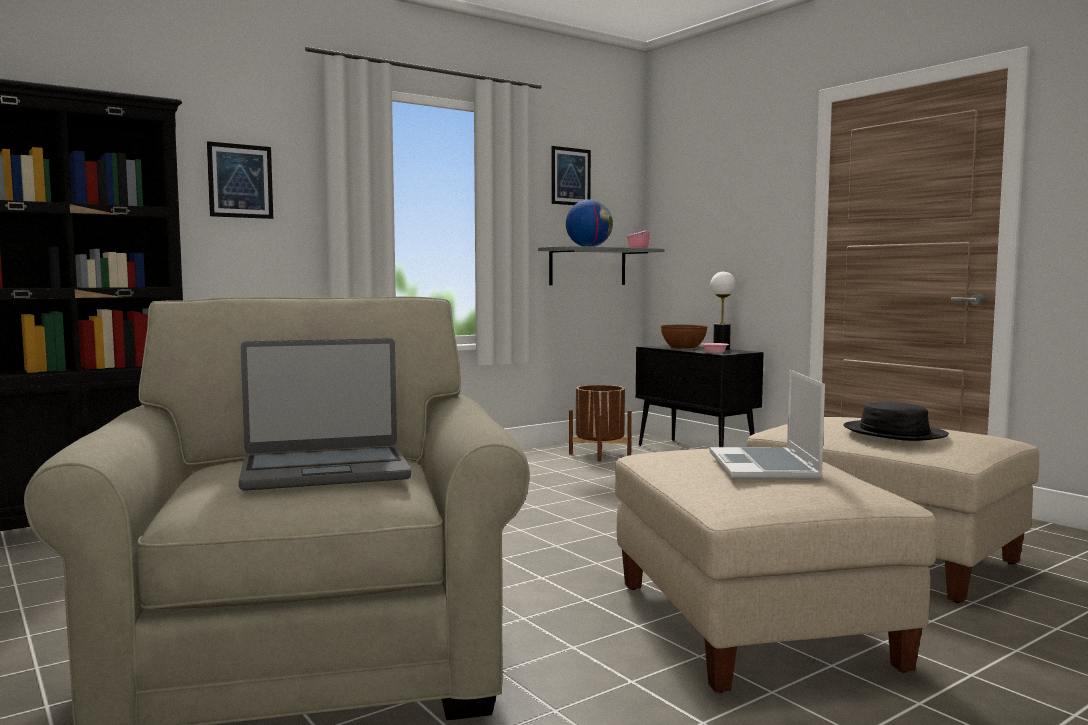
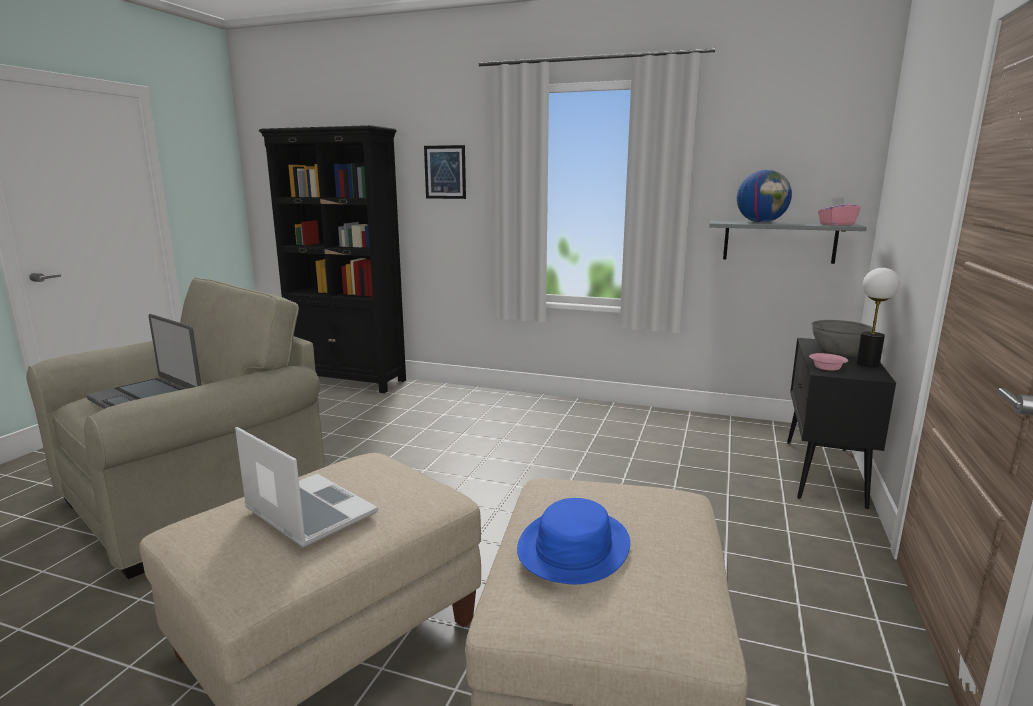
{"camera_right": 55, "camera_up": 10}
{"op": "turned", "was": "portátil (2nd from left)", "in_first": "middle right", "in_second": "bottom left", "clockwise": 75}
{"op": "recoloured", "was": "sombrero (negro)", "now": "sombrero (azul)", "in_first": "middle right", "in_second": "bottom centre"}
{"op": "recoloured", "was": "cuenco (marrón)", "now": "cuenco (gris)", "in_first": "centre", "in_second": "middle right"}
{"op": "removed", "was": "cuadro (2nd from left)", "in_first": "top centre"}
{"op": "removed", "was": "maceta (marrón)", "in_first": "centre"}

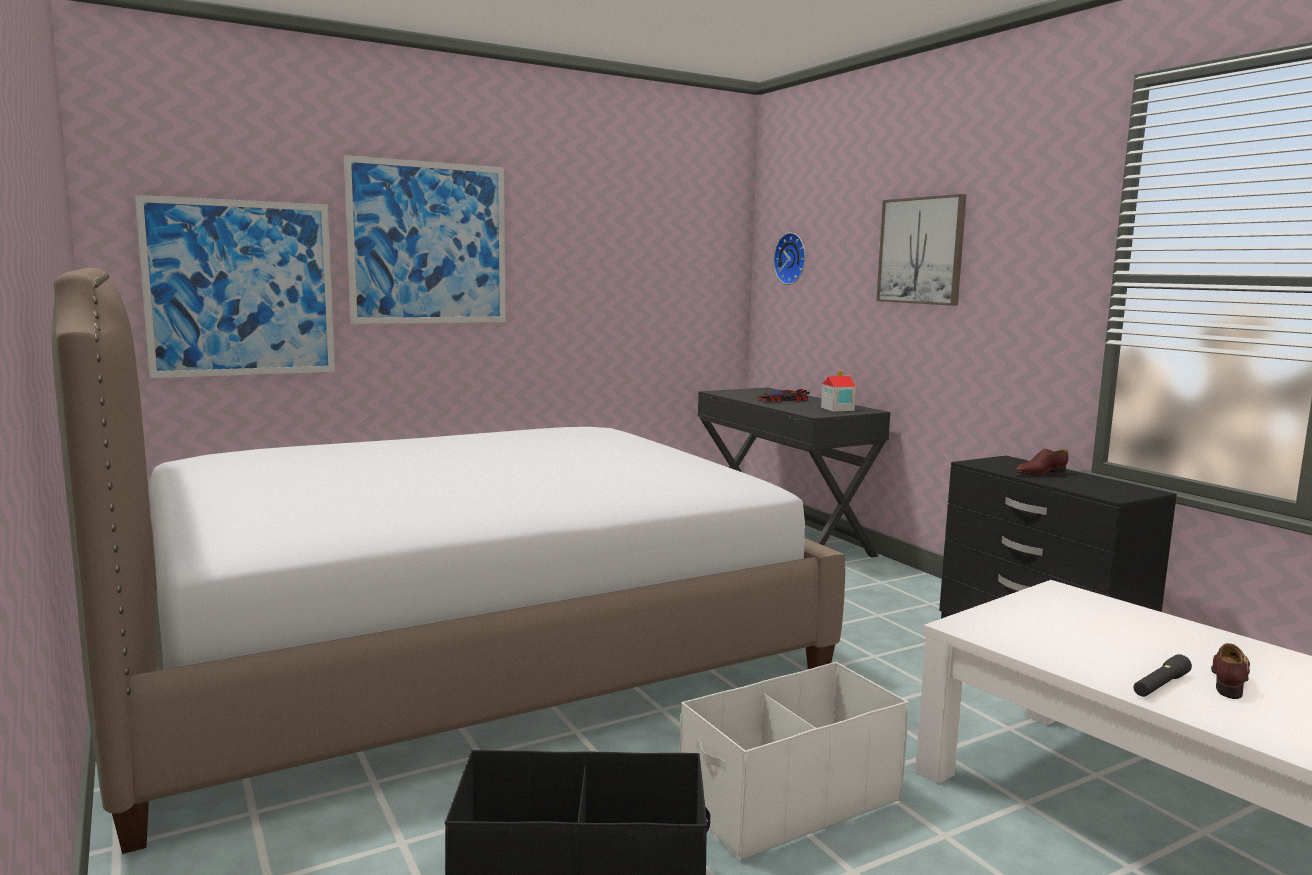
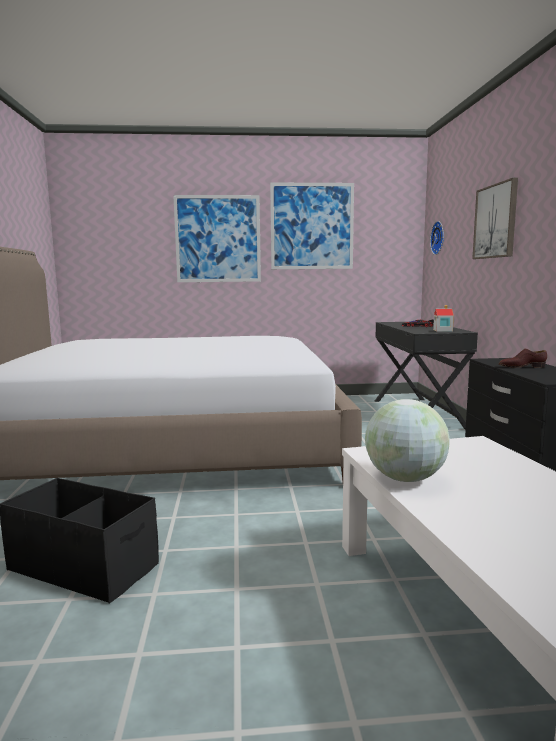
{"camera_right": 25, "camera_up": 0}
{"op": "moved", "was": "cuadro (1st from left in the first image)", "now": "cuadro (2nd from left)", "in_first": "top left", "in_second": "top centre"}
{"op": "added", "now": "globo terráqueo", "in_second": "middle right"}
{"op": "removed", "was": "caja de almacenaje (blanco)", "in_first": "bottom centre"}
{"op": "removed", "was": "linterna (negro)", "in_first": "bottom right"}
{"op": "removed", "was": "zapato (marrón) (2nd from left)", "in_first": "bottom right"}

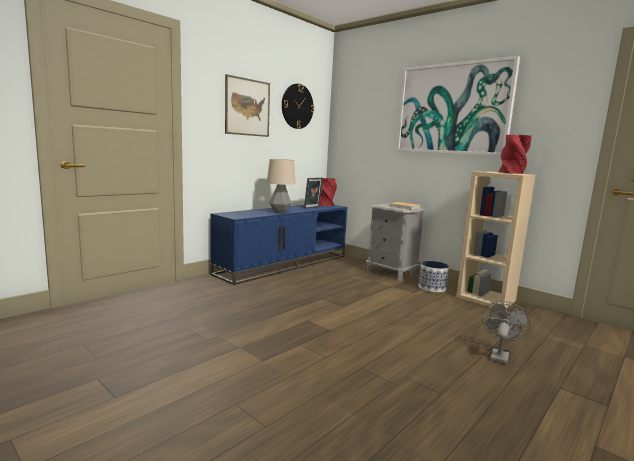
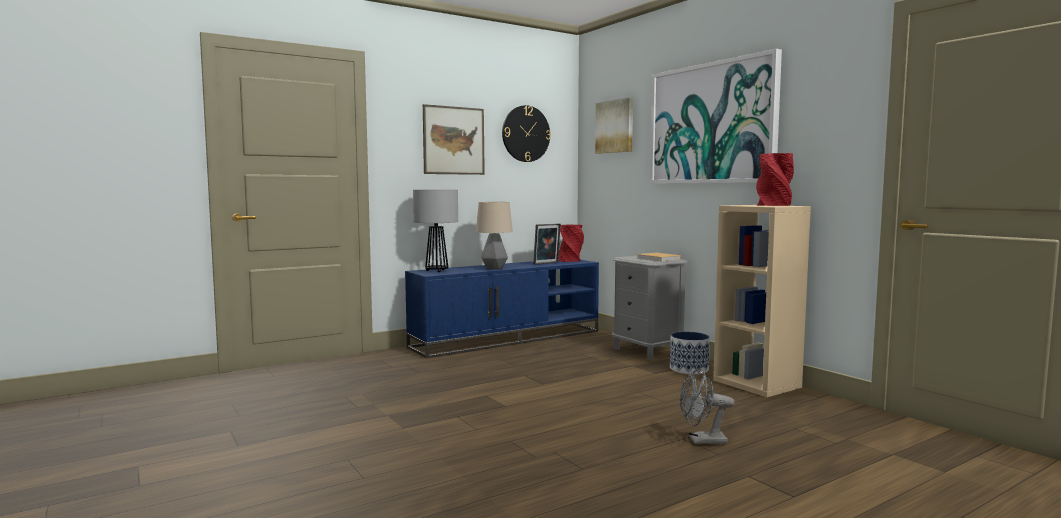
{"camera_right": 15, "camera_up": -5}
{"op": "added", "now": "lámpara de mesa (1st from left)", "in_second": "centre"}
{"op": "added", "now": "cuadro (2nd from left)", "in_second": "top centre"}
{"op": "turned", "was": "ventilador (gris)", "in_first": "bottom right", "in_second": "bottom centre", "clockwise": -135}

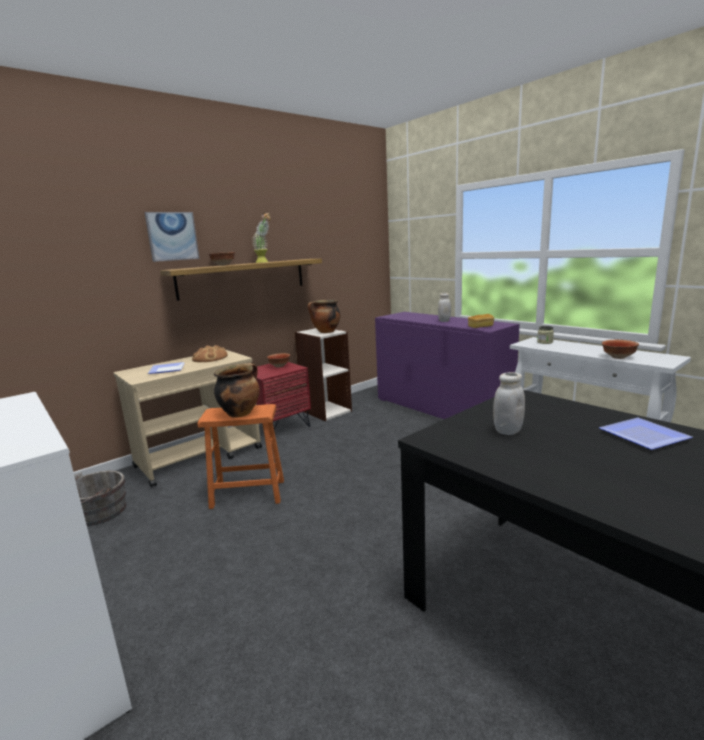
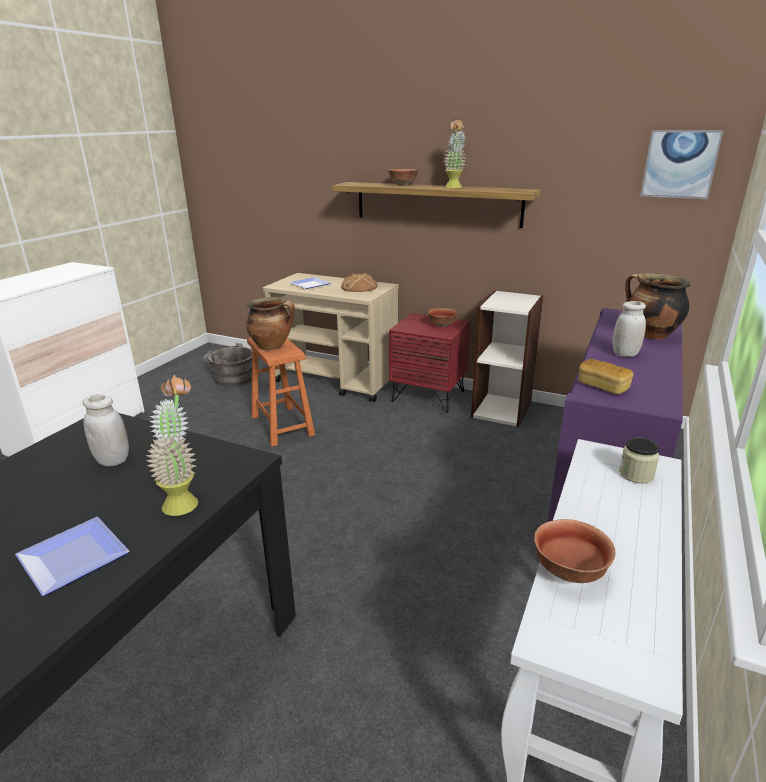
{"camera_right": 65, "camera_up": 10}
{"op": "added", "now": "planta en maceta (1st from left)", "in_second": "middle left"}
{"op": "moved", "was": "olla (2nd from left)", "in_first": "centre", "in_second": "middle right"}
{"op": "moved", "was": "cuadro", "in_first": "top left", "in_second": "top right"}

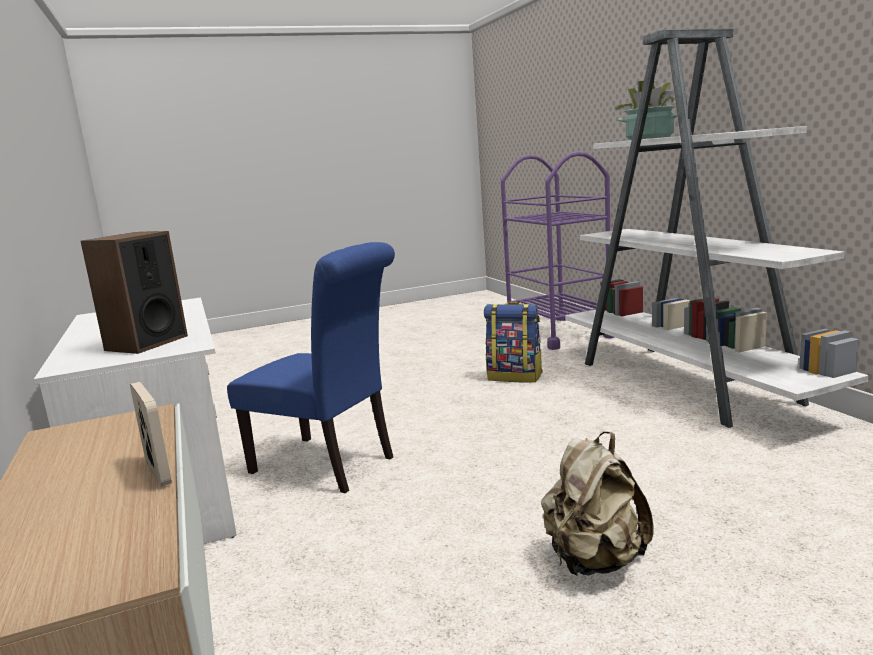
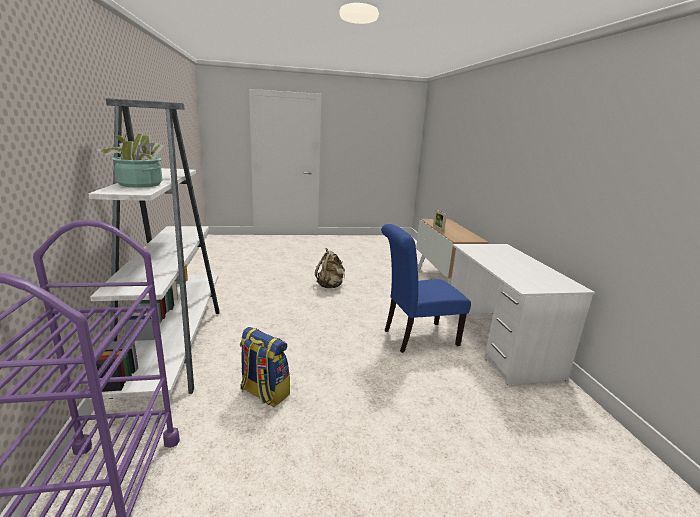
{"camera_right": -170, "camera_up": 5}
{"op": "turned", "was": "silla (azul)", "in_first": "centre", "in_second": "centre", "clockwise": -60}
{"op": "removed", "was": "altavoz", "in_first": "middle left"}

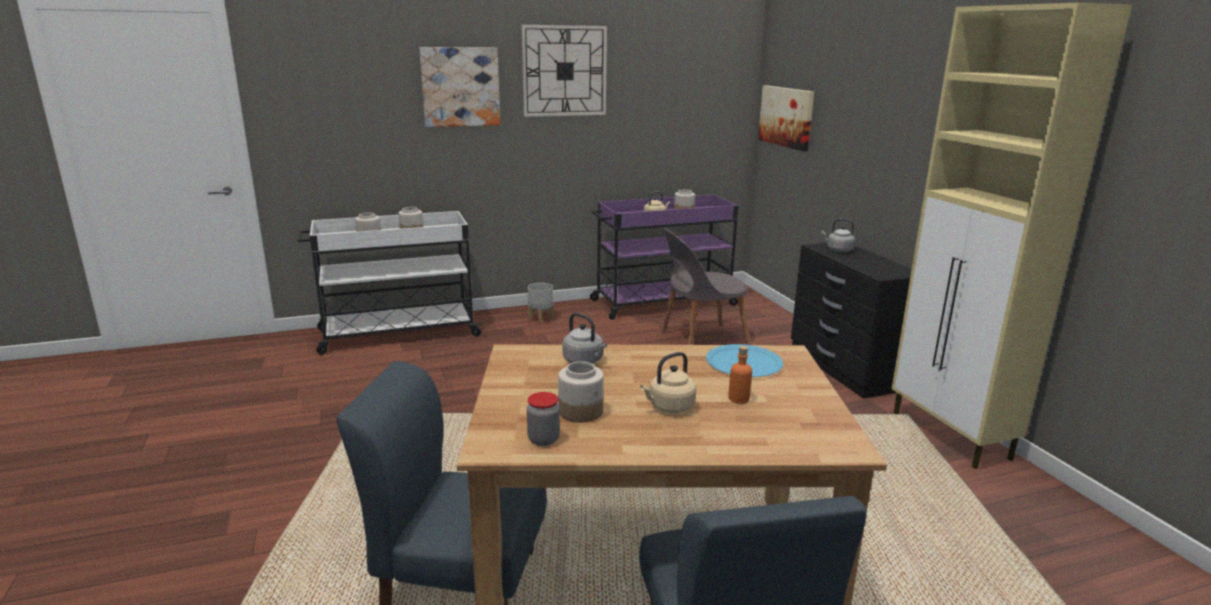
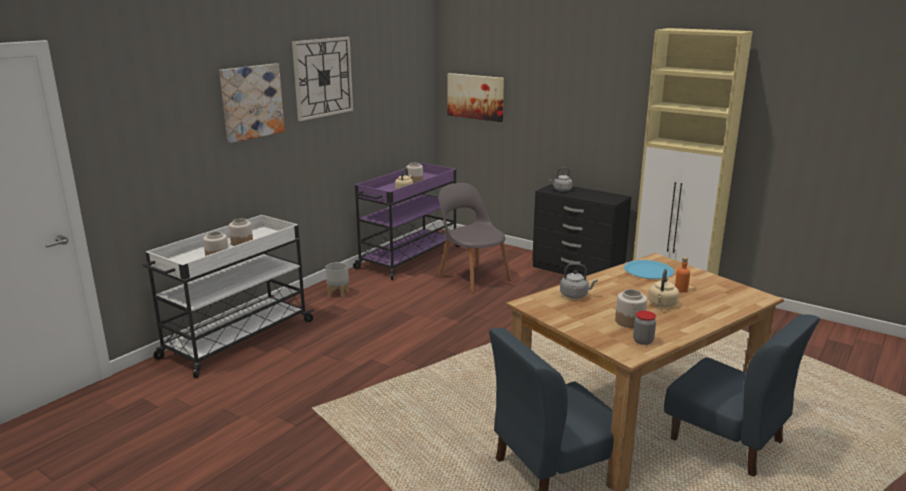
{"camera_right": -35, "camera_up": 0}
{"op": "turned", "was": "silla (gris)", "in_first": "centre", "in_second": "centre", "clockwise": 105}

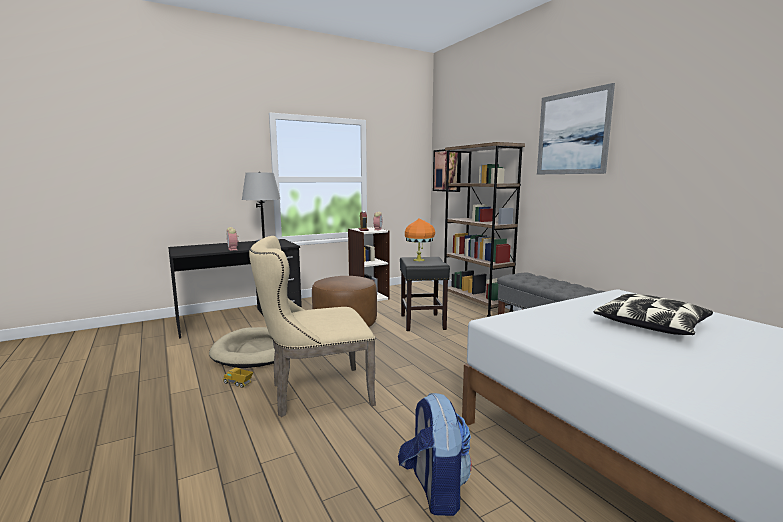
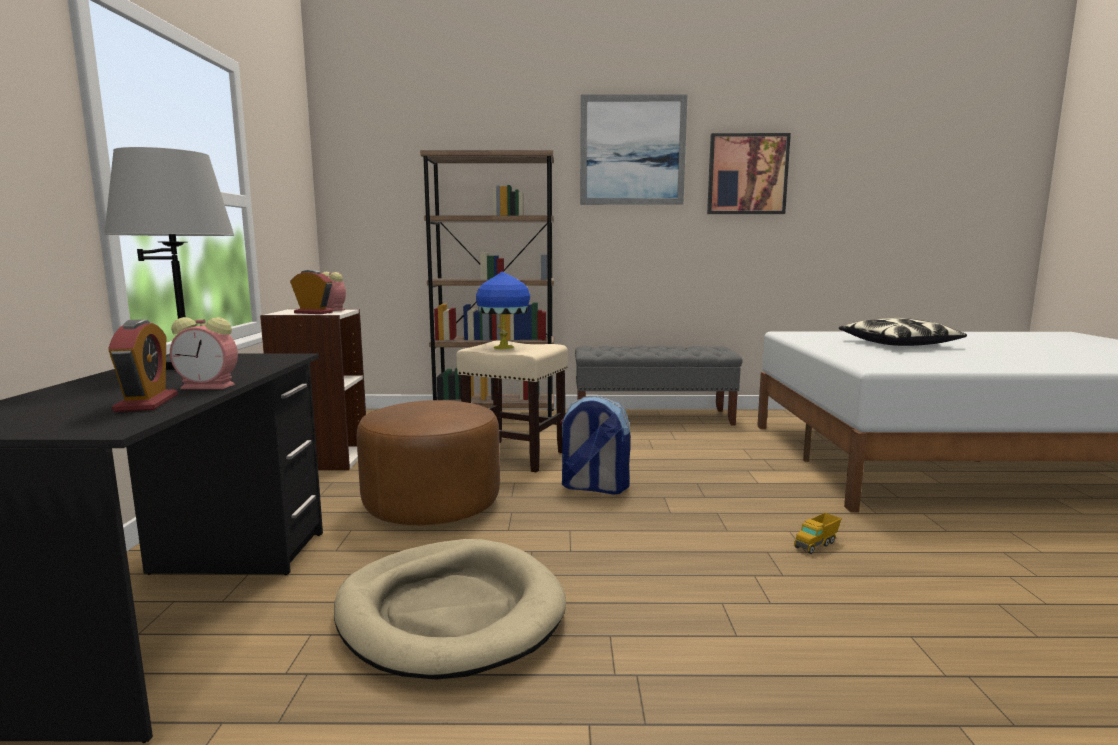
{"camera_right": -60, "camera_up": 0}
{"op": "added", "now": "despertador (1st from left)", "in_second": "middle left"}
{"op": "recoloured", "was": "taburete (negro)", "now": "taburete (beis)", "in_first": "centre", "in_second": "centre"}
{"op": "recoloured", "was": "lámpara de mesa (naranja)", "now": "lámpara de mesa (azul)", "in_first": "centre", "in_second": "centre"}
{"op": "moved", "was": "mochila", "in_first": "bottom centre", "in_second": "centre"}
{"op": "moved", "was": "cuadro (1st from left in the first image)", "now": "cuadro (2nd from left)", "in_first": "top centre", "in_second": "top right"}
{"op": "moved", "was": "camión de juguete", "in_first": "bottom left", "in_second": "bottom right"}
{"op": "removed", "was": "silla (beis)", "in_first": "centre"}

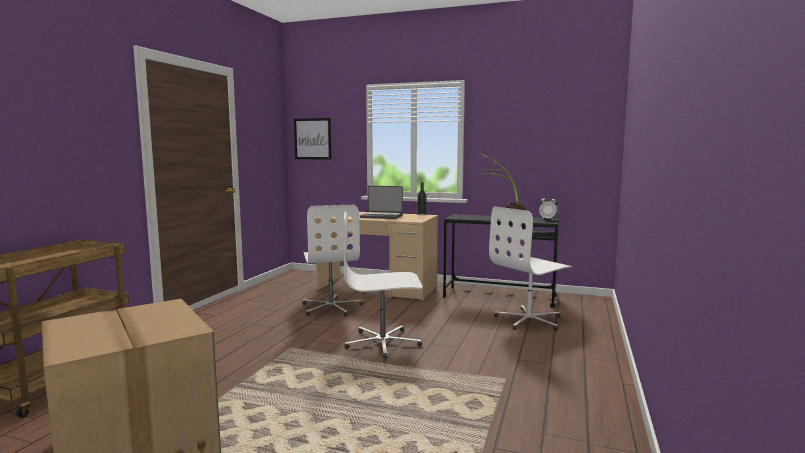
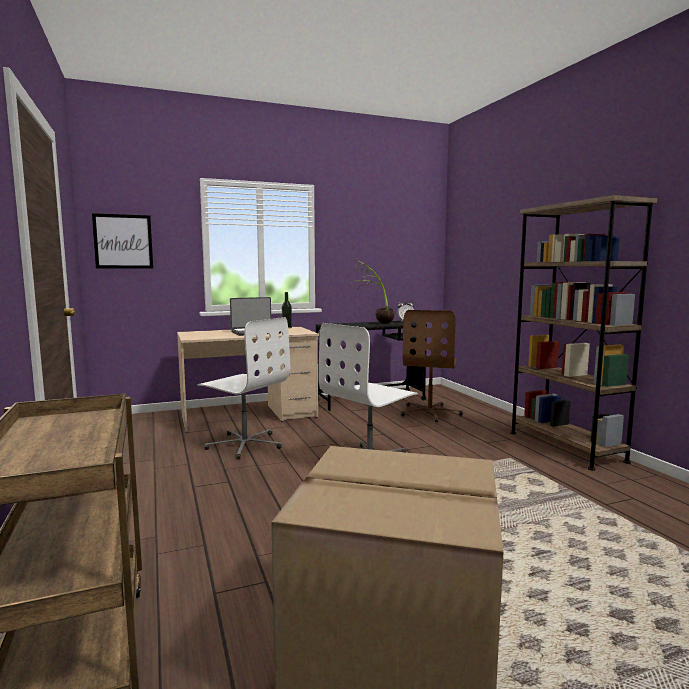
{"camera_right": -40, "camera_up": 0}
{"op": "recoloured", "was": "silla de oficina (blanco) (3rd from left)", "now": "silla de oficina (marrón)", "in_first": "centre", "in_second": "centre"}
{"op": "added", "now": "estantería (marrón)", "in_second": "middle right"}

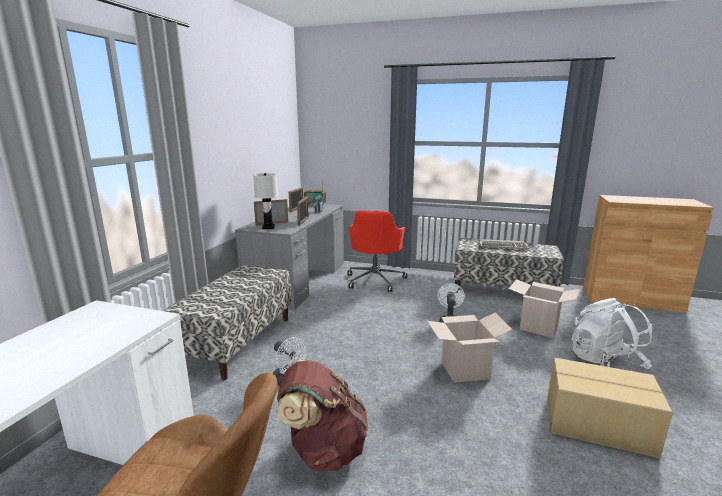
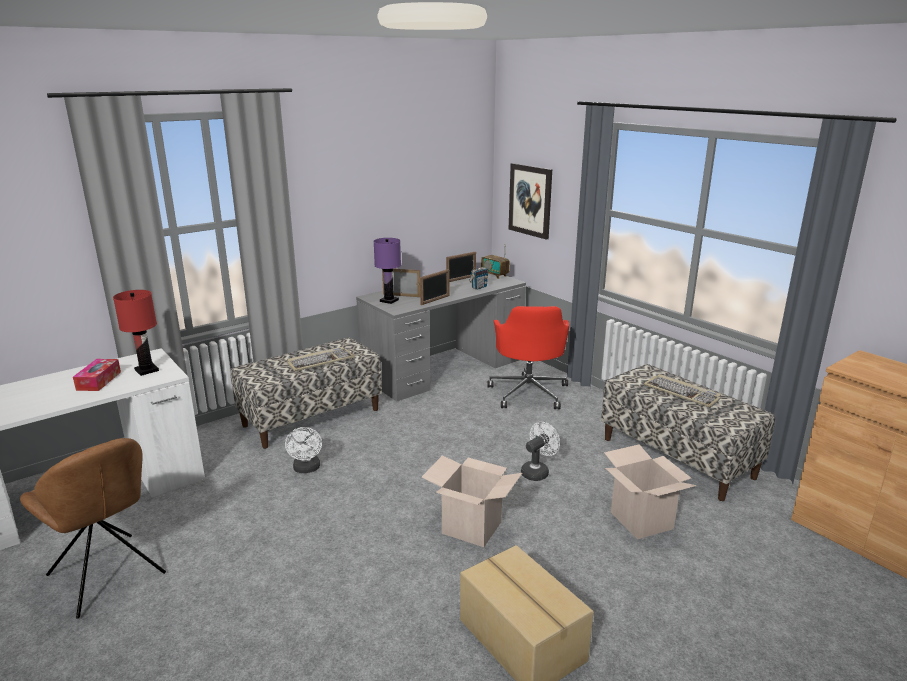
{"camera_right": 35, "camera_up": 5}
{"op": "added", "now": "caja de pañuelos", "in_second": "middle left"}
{"op": "added", "now": "lámpara de mesa (rojo)", "in_second": "middle left"}
{"op": "added", "now": "teclado (1st from left)", "in_second": "centre"}
{"op": "recoloured", "was": "lámpara de mesa (blanco)", "now": "lámpara de mesa (morado)", "in_first": "centre", "in_second": "centre"}
{"op": "turned", "was": "silla de oficina (rojo)", "in_first": "centre", "in_second": "centre", "clockwise": -45}
{"op": "added", "now": "cuadro", "in_second": "top centre"}
{"op": "removed", "was": "mochila (marrón)", "in_first": "bottom centre"}
{"op": "removed", "was": "mochila (blanco)", "in_first": "bottom right"}

